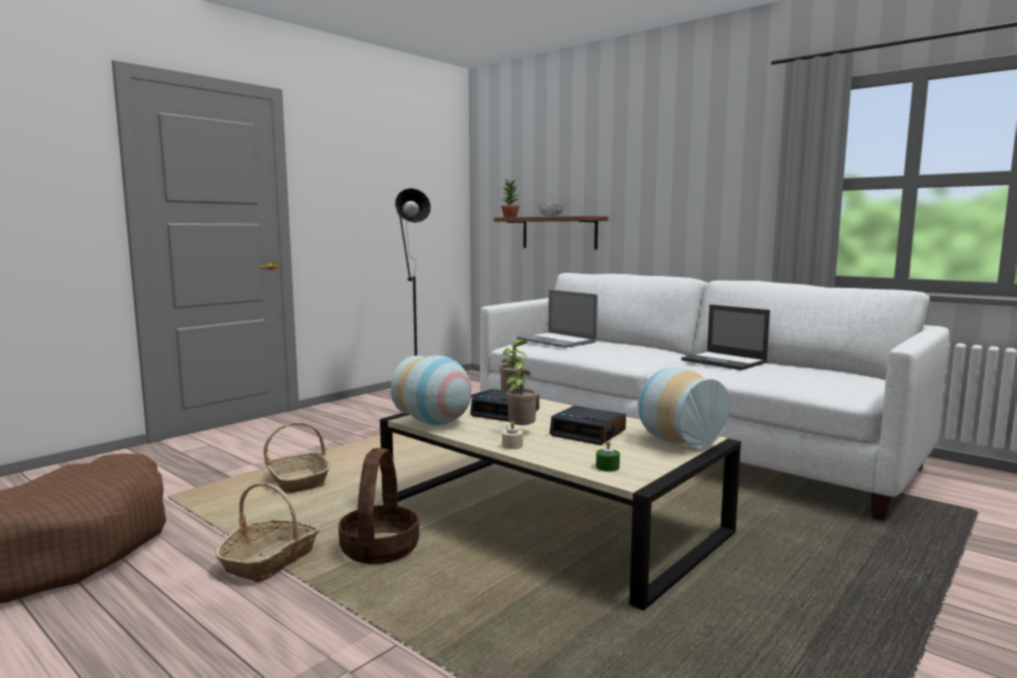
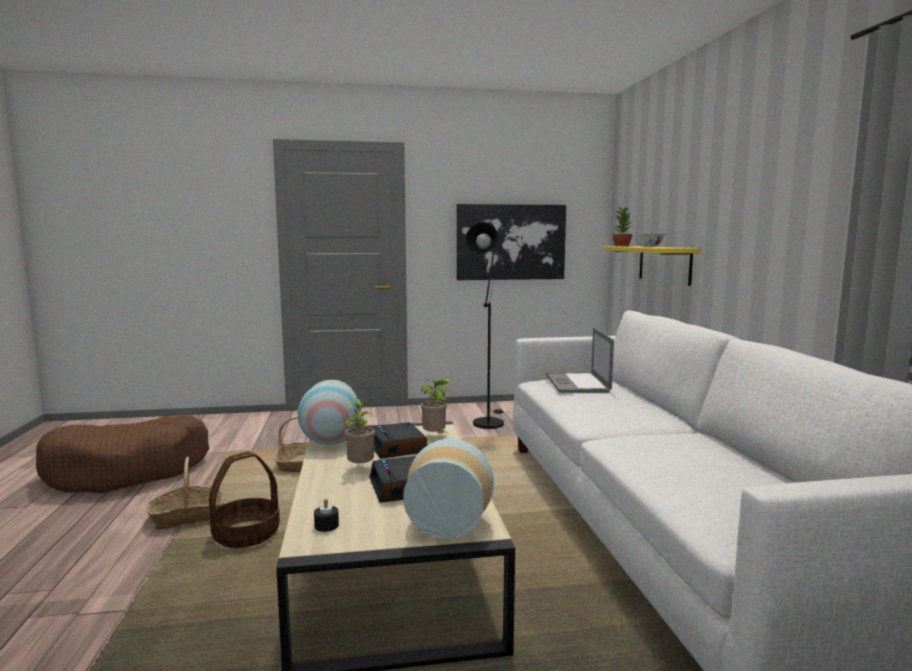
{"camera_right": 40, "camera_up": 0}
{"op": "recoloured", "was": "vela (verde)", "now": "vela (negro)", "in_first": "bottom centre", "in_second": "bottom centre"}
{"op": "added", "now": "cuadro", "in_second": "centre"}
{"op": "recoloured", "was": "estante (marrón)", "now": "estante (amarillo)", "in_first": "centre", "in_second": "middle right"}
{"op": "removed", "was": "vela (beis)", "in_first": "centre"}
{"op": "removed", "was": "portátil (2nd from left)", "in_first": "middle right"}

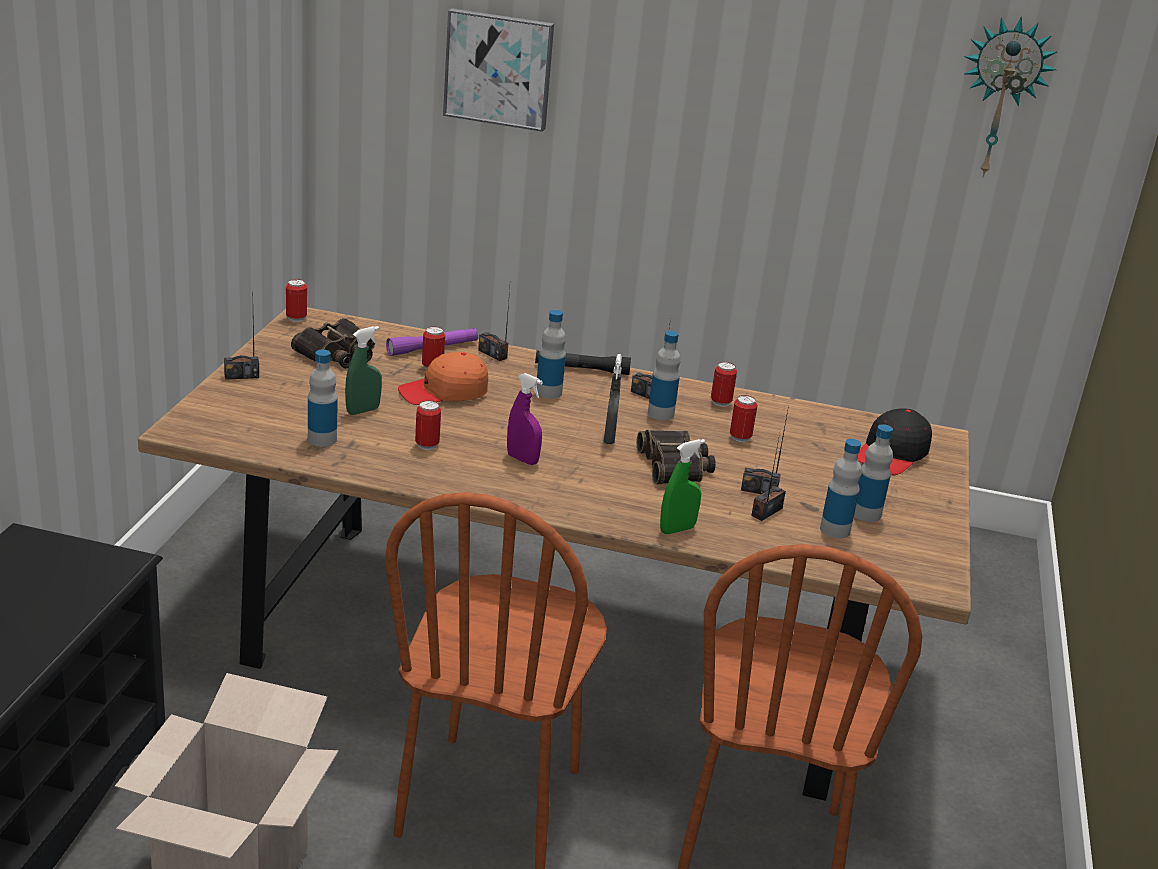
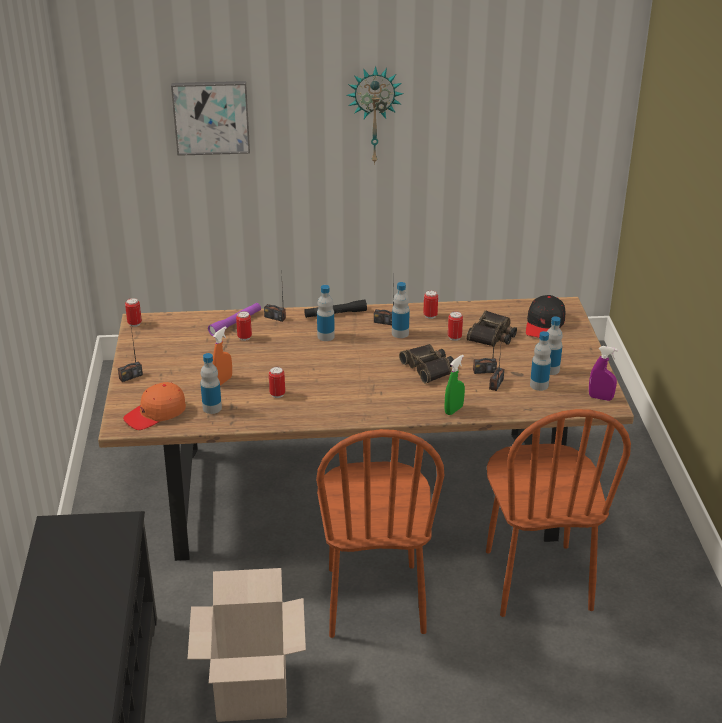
{"camera_right": -15, "camera_up": 5}
{"op": "moved", "was": "gorra (naranja)", "in_first": "centre", "in_second": "middle left"}
{"op": "recoloured", "was": "pulverizador (verde) (1st from left)", "now": "pulverizador (naranja)", "in_first": "middle left", "in_second": "middle left"}
{"op": "moved", "was": "reloj de pared", "in_first": "top right", "in_second": "top centre"}
{"op": "moved", "was": "prismáticos (1st from left in the first image)", "now": "prismáticos (2nd from left)", "in_first": "middle left", "in_second": "middle right"}
{"op": "moved", "was": "pulverizador (morado)", "in_first": "centre", "in_second": "middle right"}
{"op": "removed", "was": "pulverizador (gris)", "in_first": "centre"}

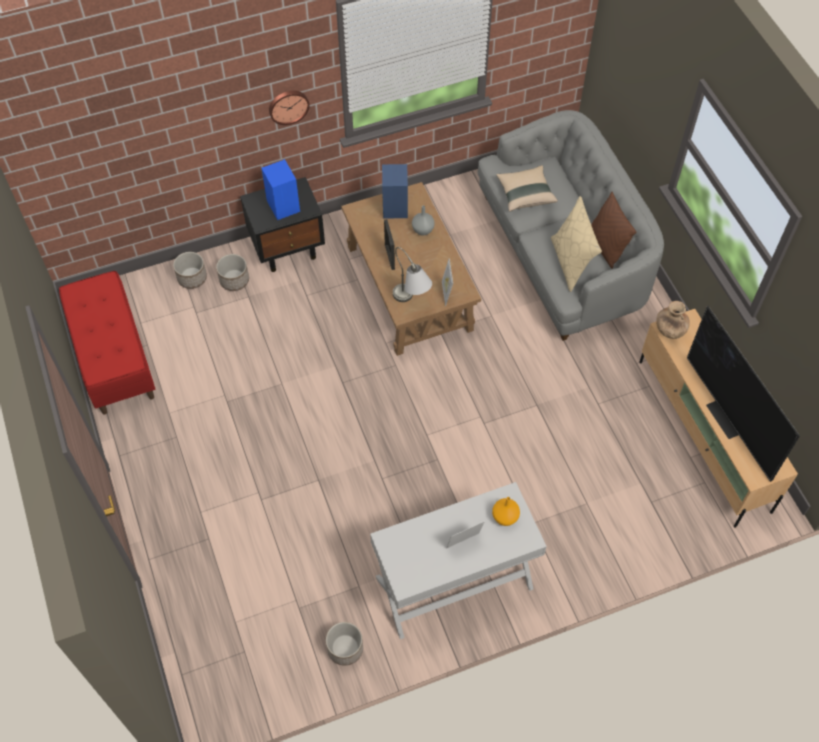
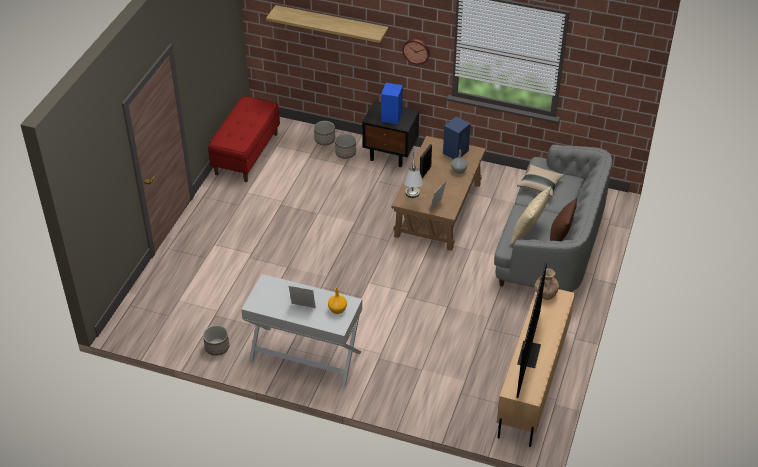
{"camera_right": 40, "camera_up": -15}
{"op": "added", "now": "estante", "in_second": "top centre"}

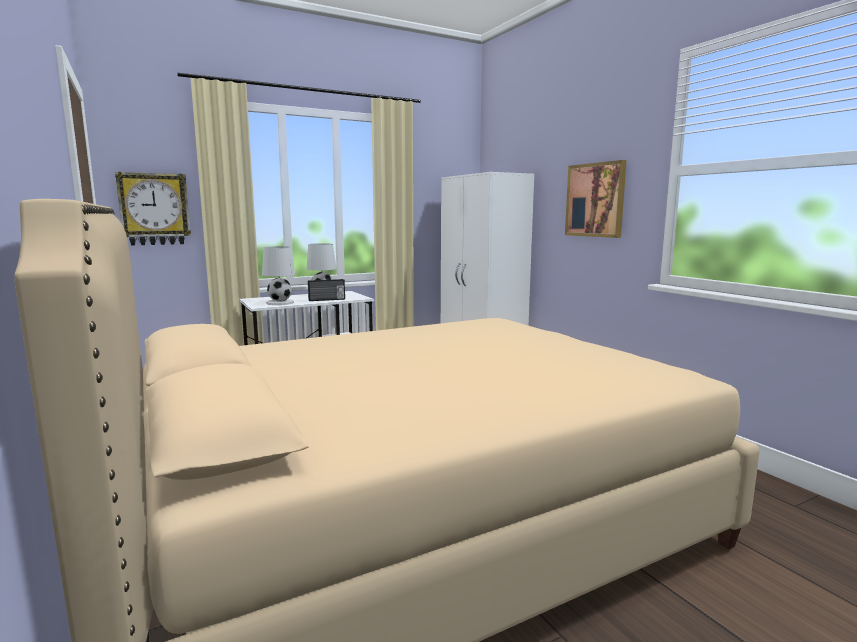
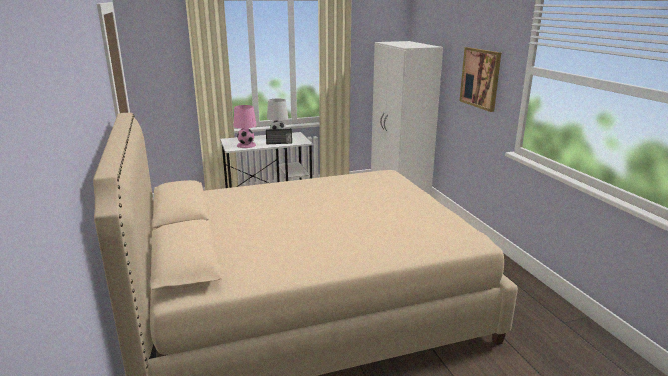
{"camera_right": 10, "camera_up": 10}
{"op": "recoloured", "was": "lámpara de mesa (blanco) (1st from left)", "now": "lámpara de mesa (rosa)", "in_first": "middle left", "in_second": "centre"}
{"op": "removed", "was": "reloj de pared", "in_first": "top left"}

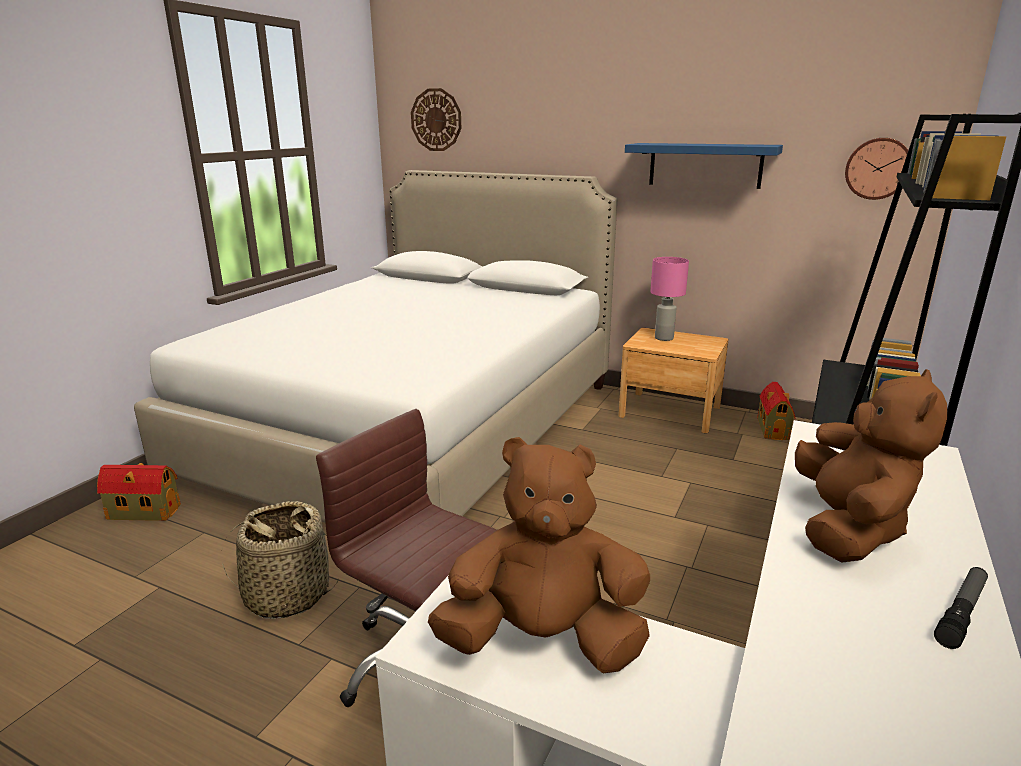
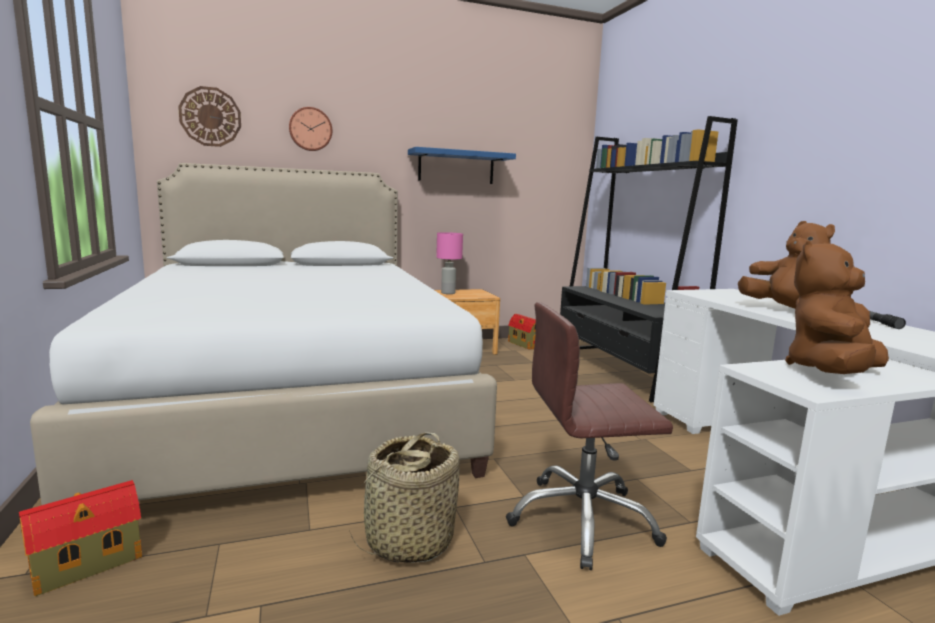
{"camera_right": -45, "camera_up": -10}
{"op": "moved", "was": "reloj de pared (2nd from left)", "in_first": "top right", "in_second": "top left"}

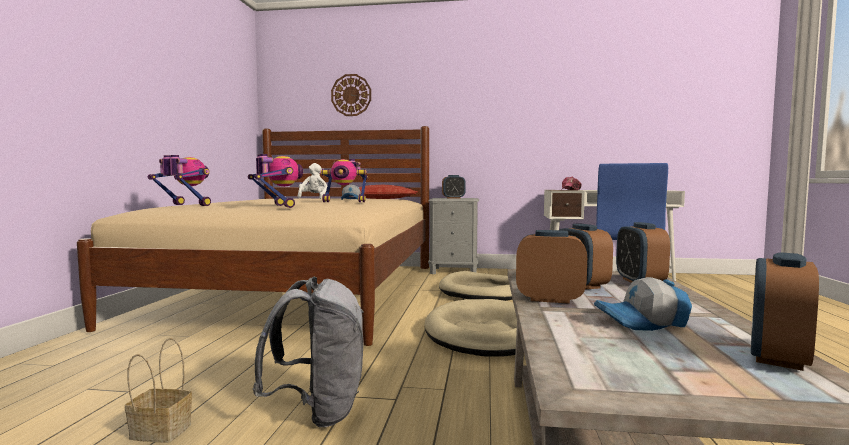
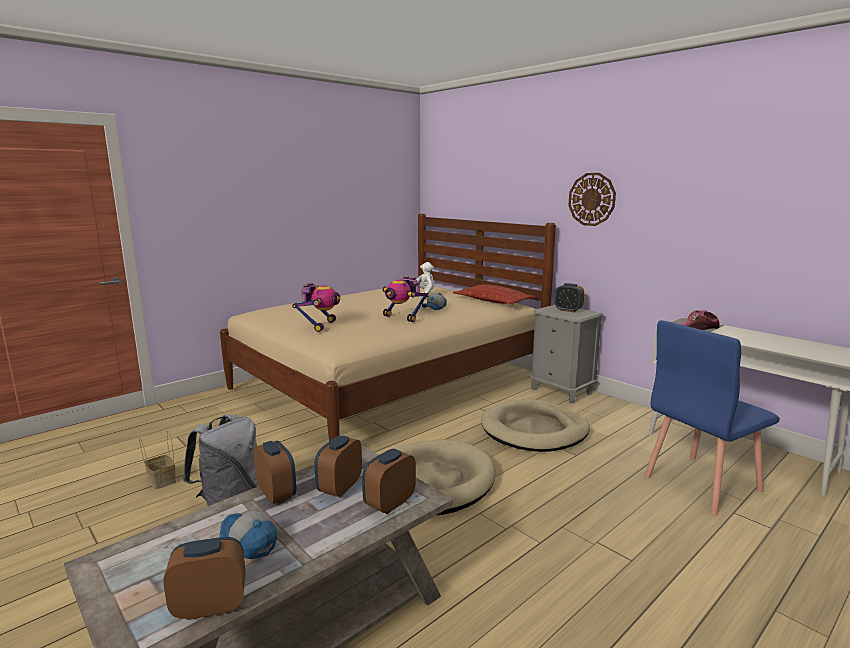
{"camera_right": 40, "camera_up": 10}
{"op": "moved", "was": "reloj de pared", "in_first": "top centre", "in_second": "top right"}
{"op": "removed", "was": "robot de juguete (1st from left)", "in_first": "middle left"}

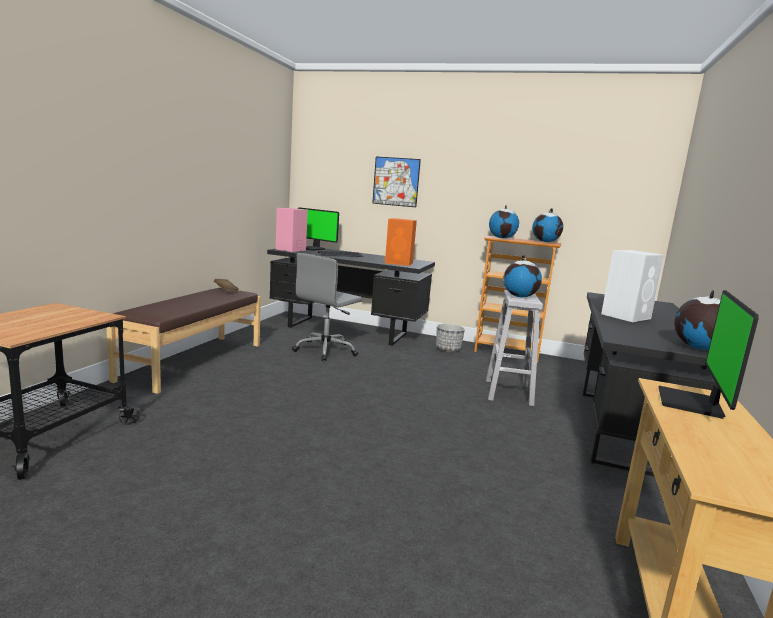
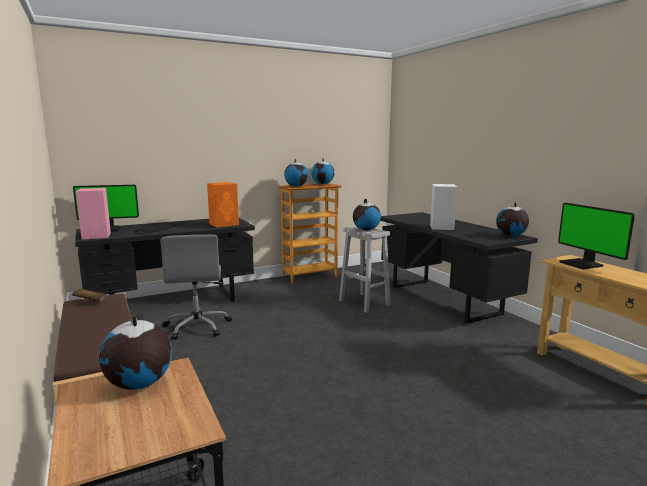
{"camera_right": -45, "camera_up": 0}
{"op": "added", "now": "globo terráqueo (1st from left)", "in_second": "bottom left"}
{"op": "removed", "was": "cuadro", "in_first": "top centre"}
{"op": "removed", "was": "maceta", "in_first": "centre"}

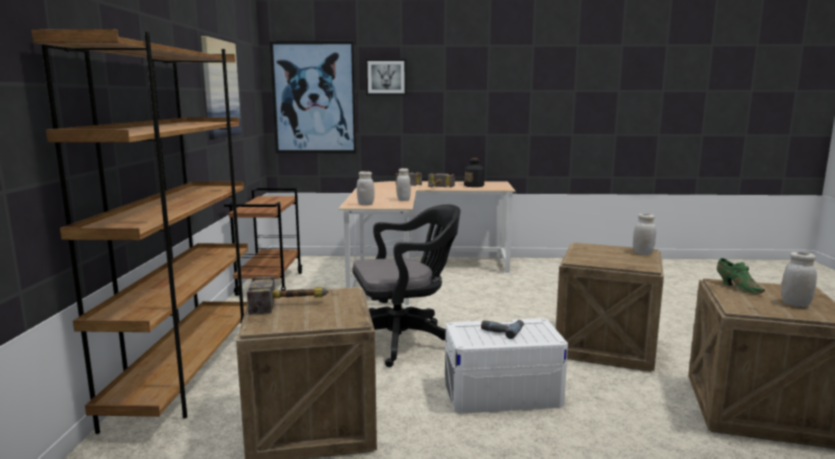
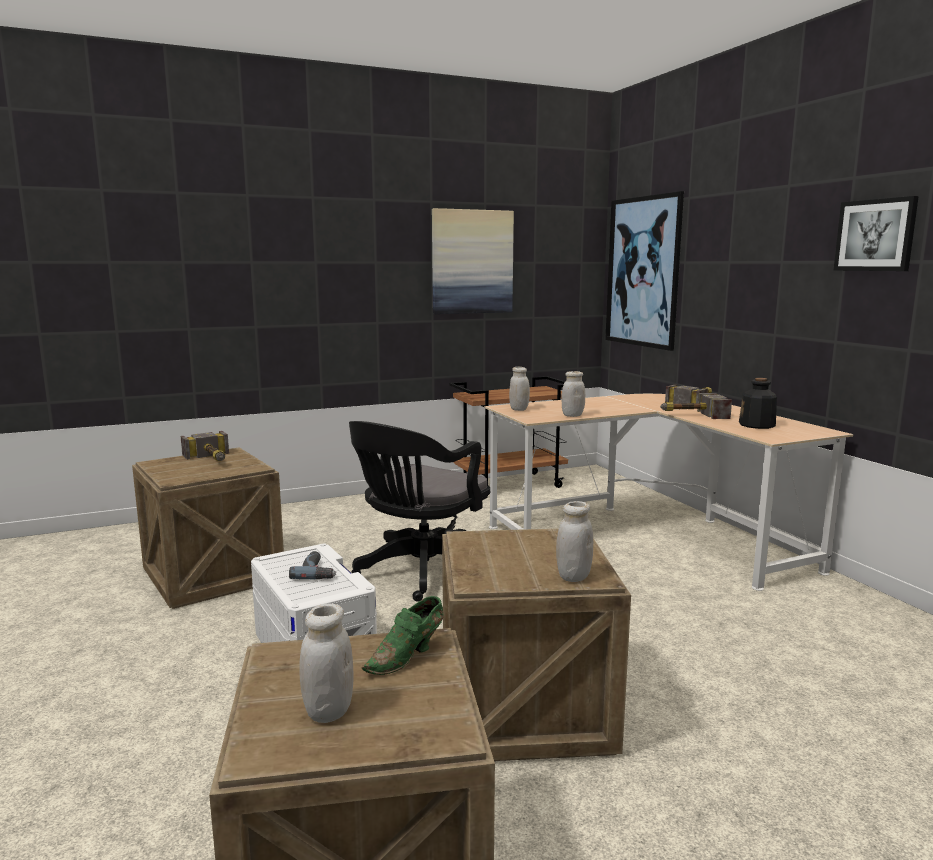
{"camera_right": 65, "camera_up": 0}
{"op": "turned", "was": "silla de oficina (negro)", "in_first": "centre", "in_second": "centre", "clockwise": 75}
{"op": "moved", "was": "cuadro (3rd from left)", "in_first": "top centre", "in_second": "top right"}
{"op": "removed", "was": "estantería (marrón)", "in_first": "middle left"}

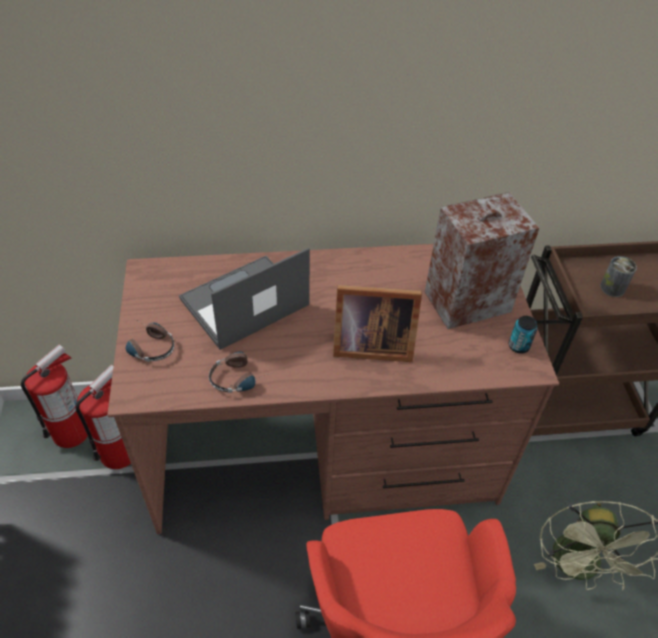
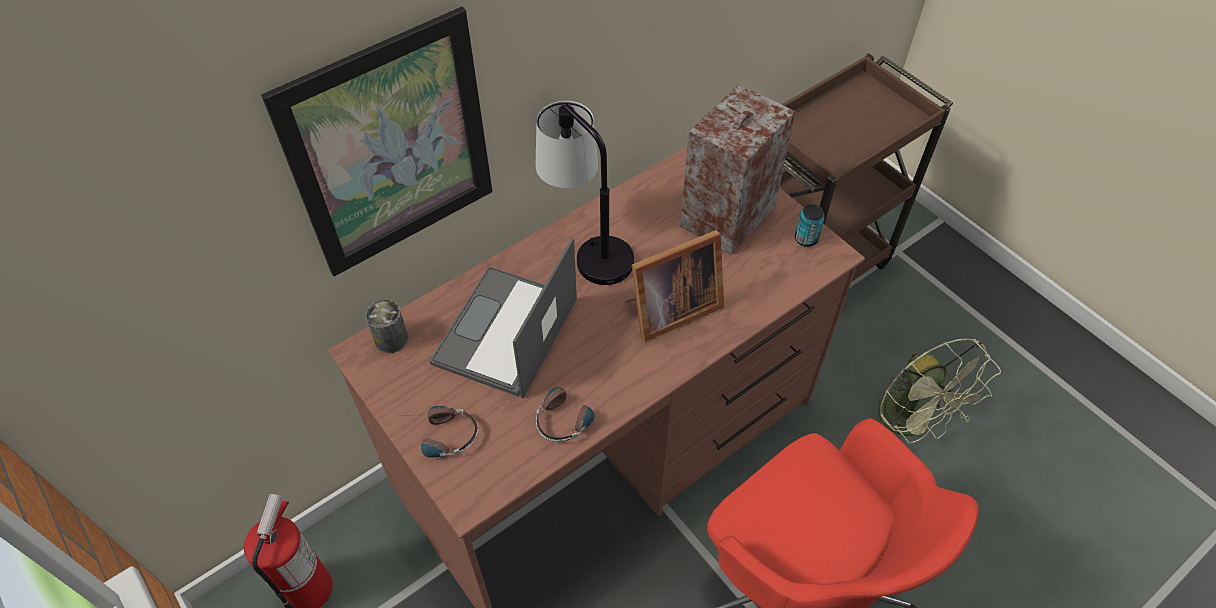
{"camera_right": -30, "camera_up": 5}
{"op": "added", "now": "cuadro", "in_second": "top left"}
{"op": "moved", "was": "lata (2nd from left in the first image)", "now": "lata (1st from left)", "in_first": "middle right", "in_second": "middle left"}
{"op": "added", "now": "lámpara de mesa", "in_second": "top centre"}
{"op": "removed", "was": "extintor (2nd from left)", "in_first": "middle left"}

